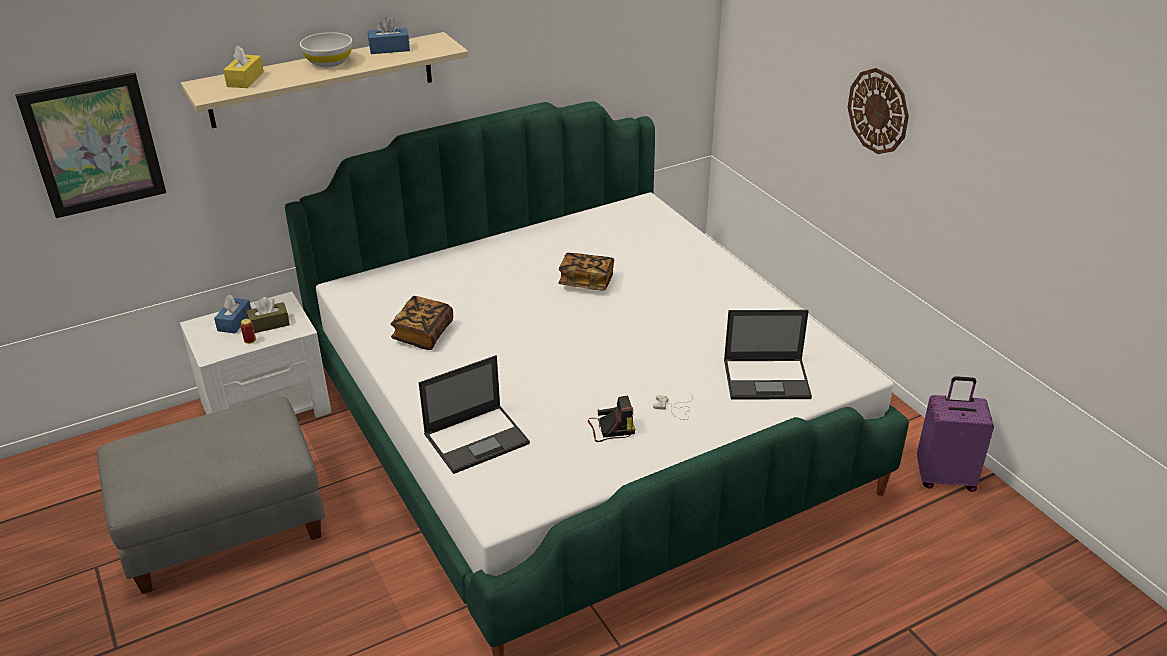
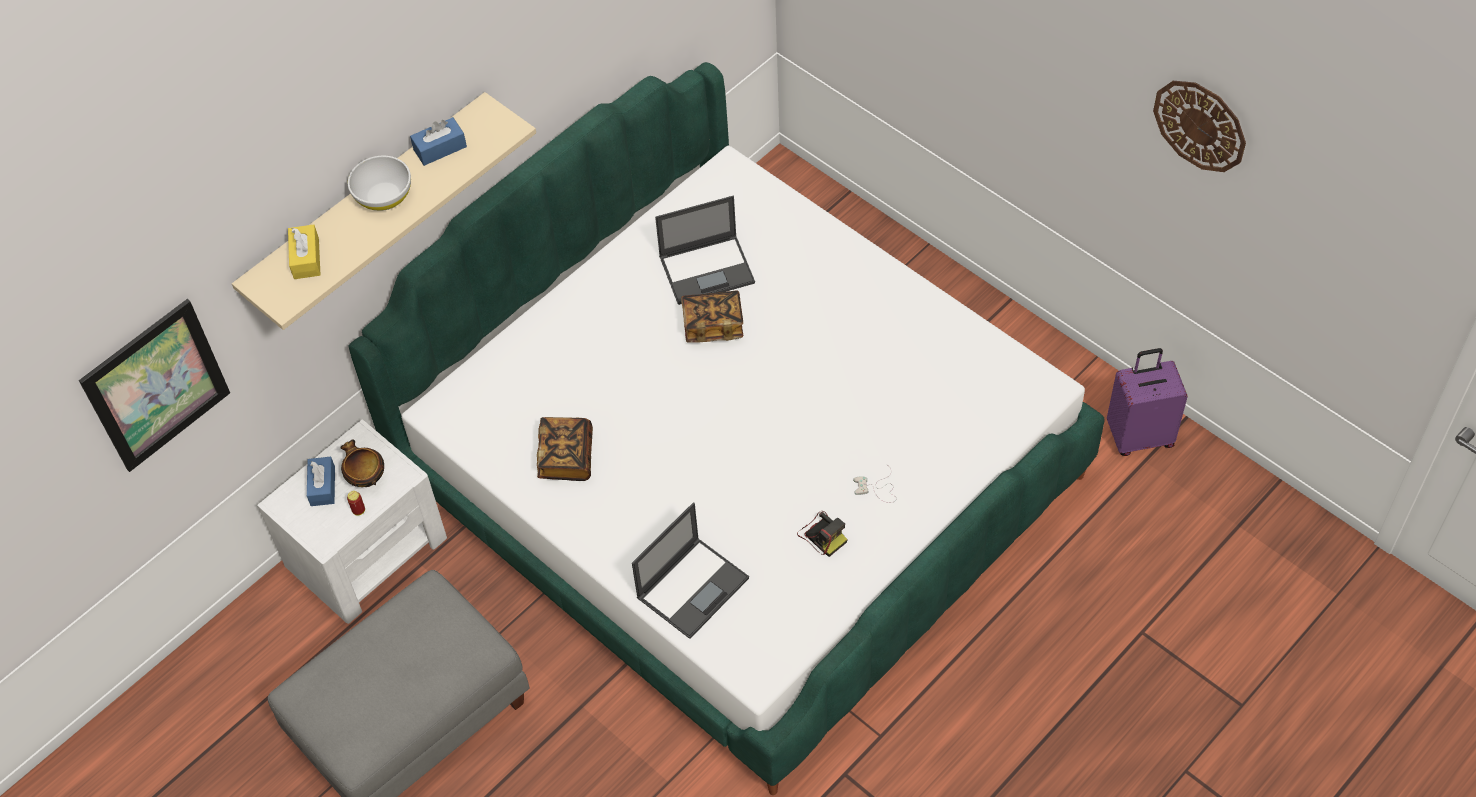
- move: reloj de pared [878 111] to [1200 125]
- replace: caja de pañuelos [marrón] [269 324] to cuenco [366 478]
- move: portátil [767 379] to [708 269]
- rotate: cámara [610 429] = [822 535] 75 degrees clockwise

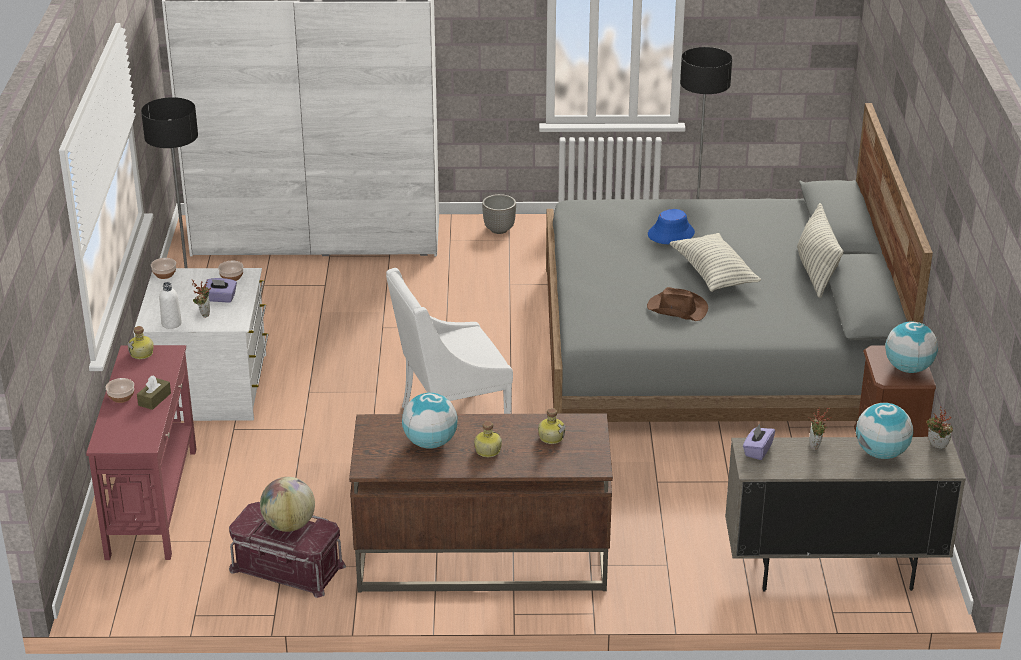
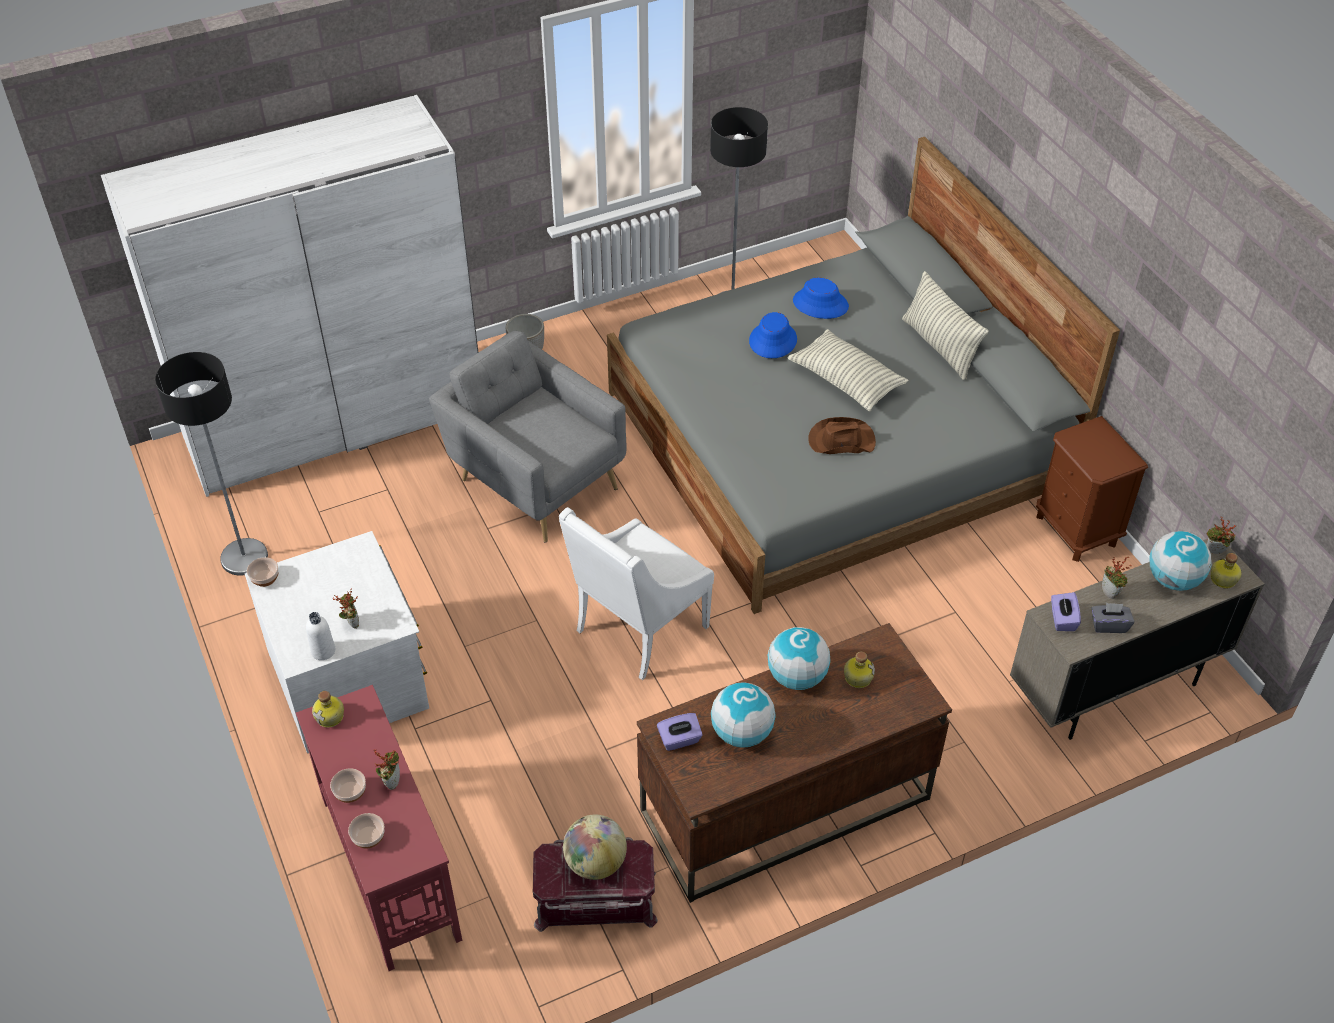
- move: cuenco [231 277] to [368 838]
- move: caja de pañuelos [morado] [220 298] to [679 740]
- move: globo terráqueo [908 368] to [797 677]
- replace: caja de pañuelos [marrón] [154 399] to planta en maceta [391 781]
- move: botella [487 451] to [1222 579]
- insert: sombrero [azul] [820 304]
- insert: sillón [gris] [535 479]
- insert: caja de pañuelos [gris] [1109 625]

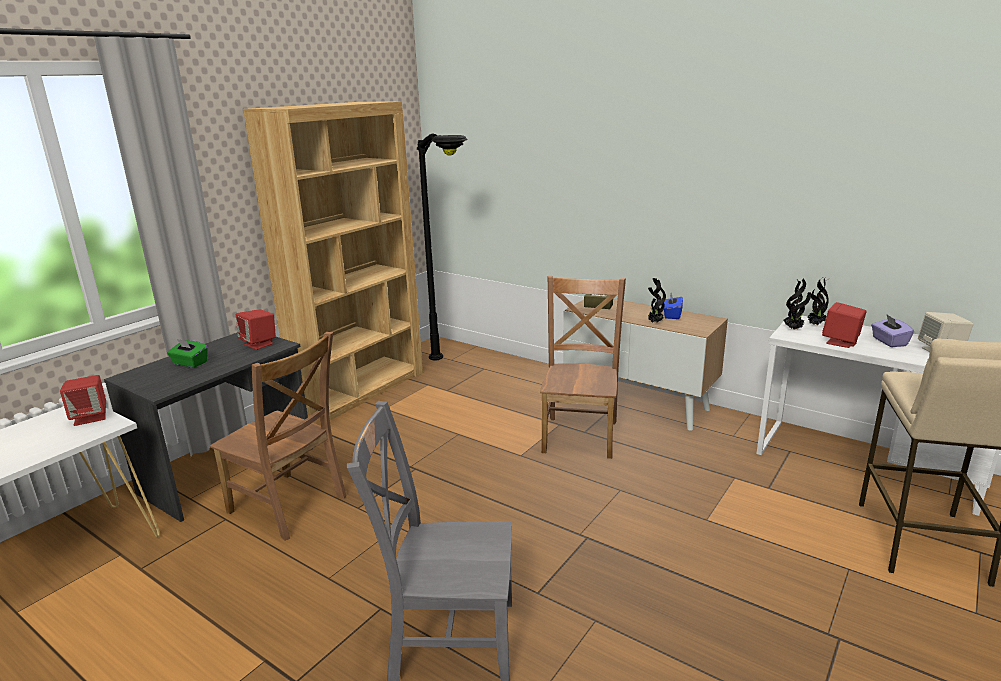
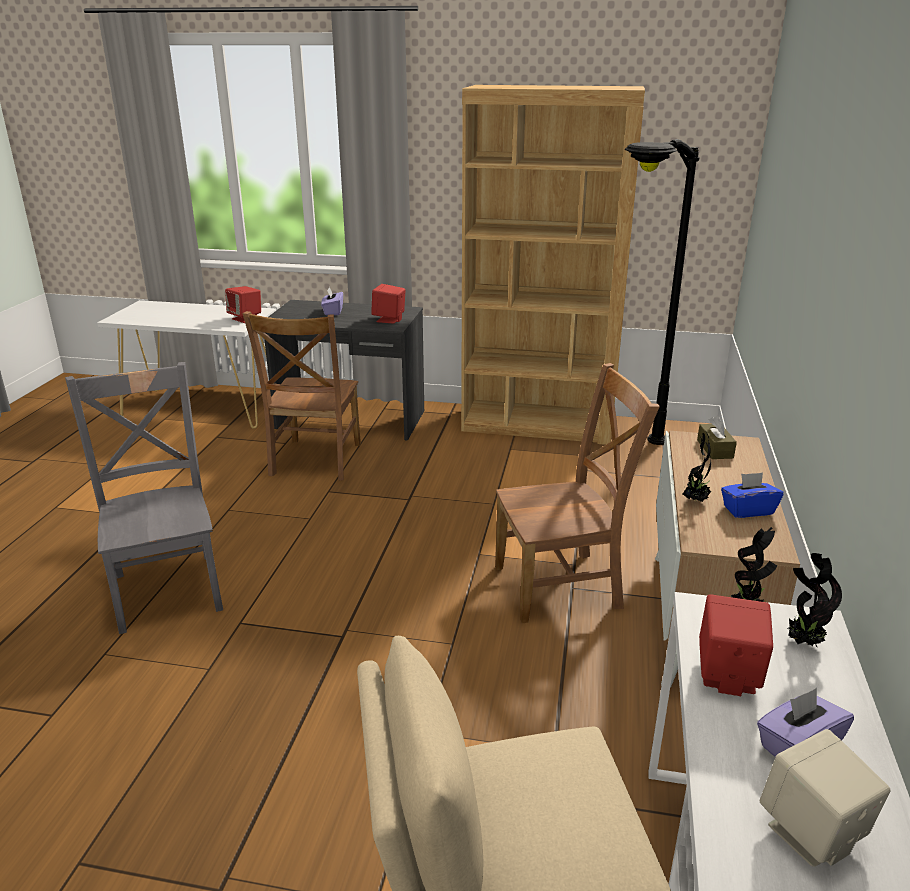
- recolor: caja de pañuelos [verde] [190 363] to caja de pañuelos [morado] [333 311]

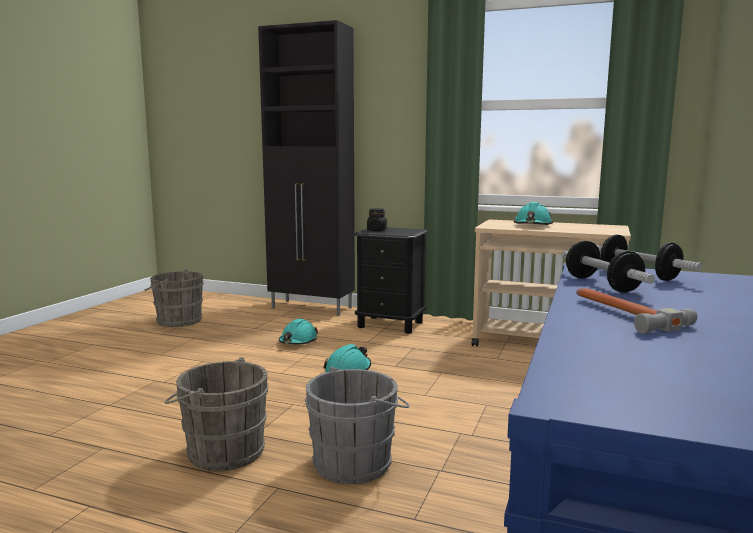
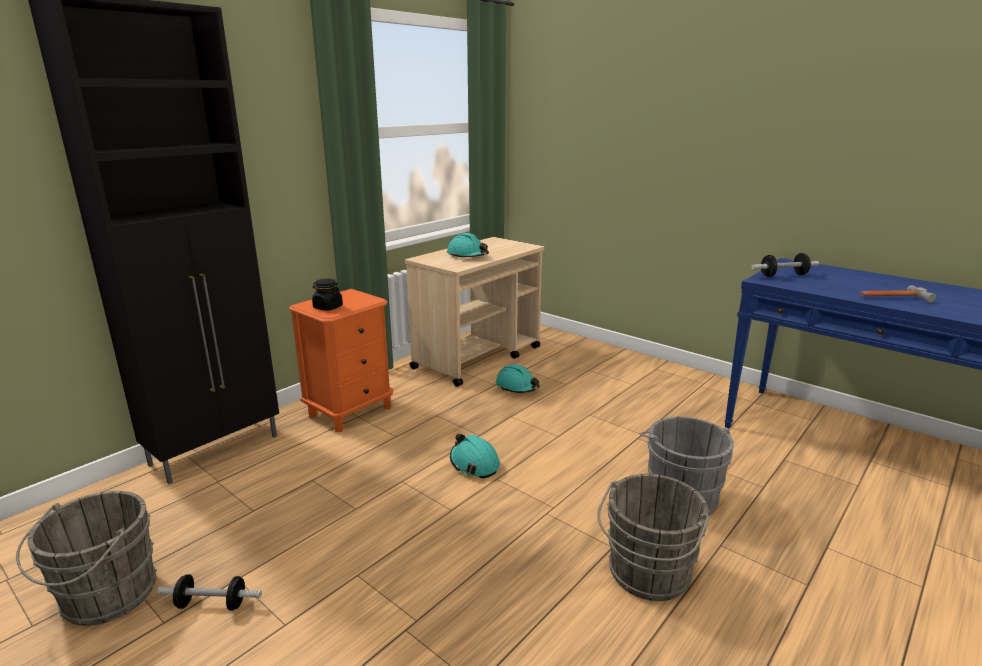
- recolor: mesita de noche [negro] [390 325] to mesita de noche [naranja] [350 411]
- move: mancuerna [602 284] to [212 604]
- move: casco [turquesa] [298 341] to [517 387]

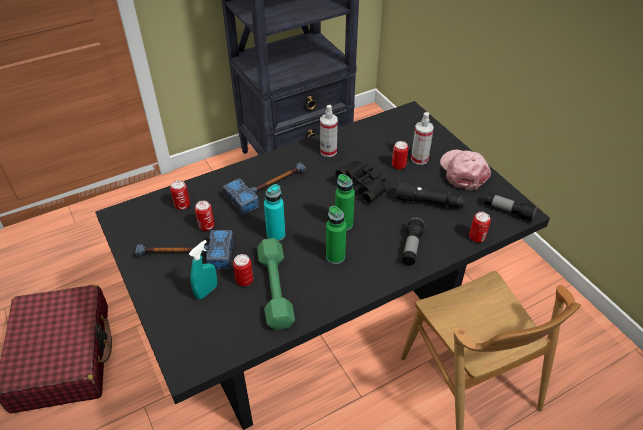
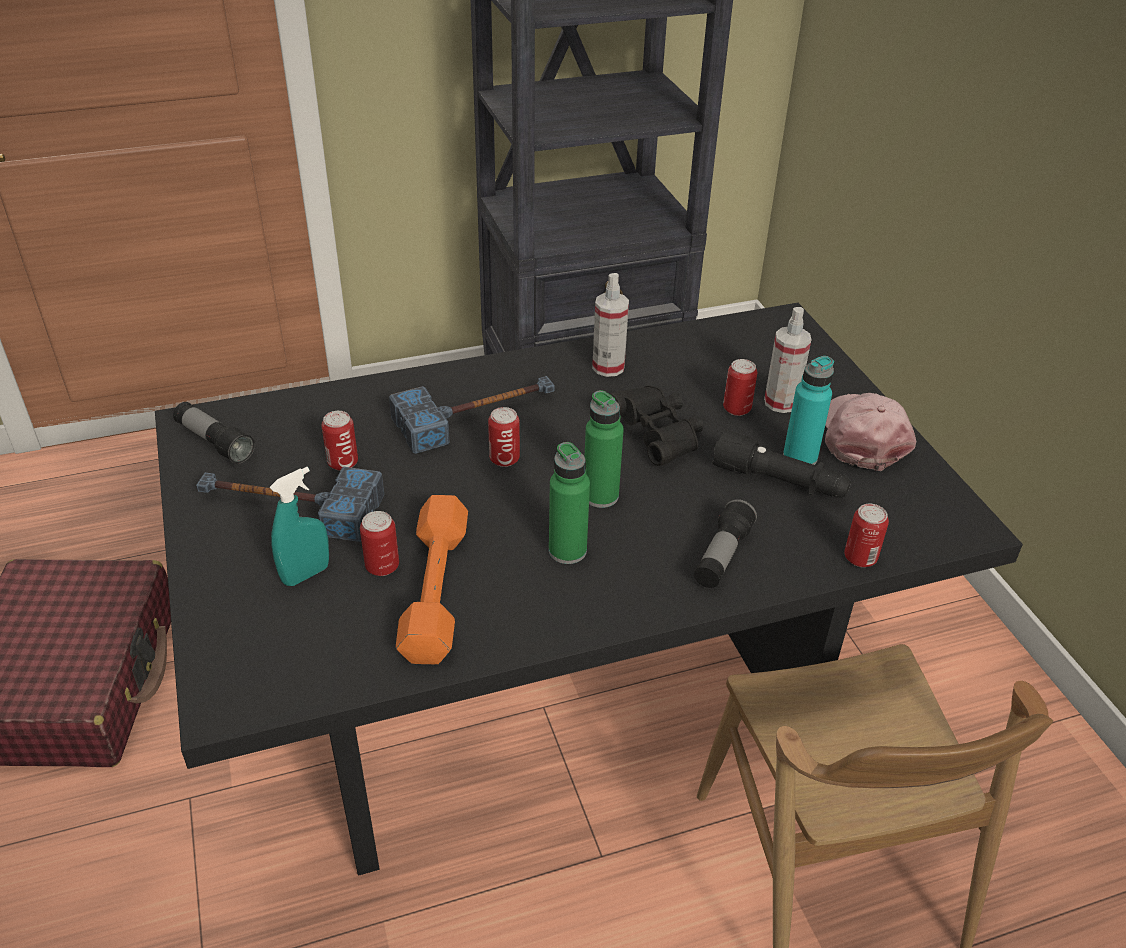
- move: lata [182 205] to [504 459]
- move: botella [turquesa] [276 234] to [800 457]
- move: linterna [508 211] to [214 442]
- recolor: mancuerna [verde] [275 288] to mancuerna [naranja] [435 589]

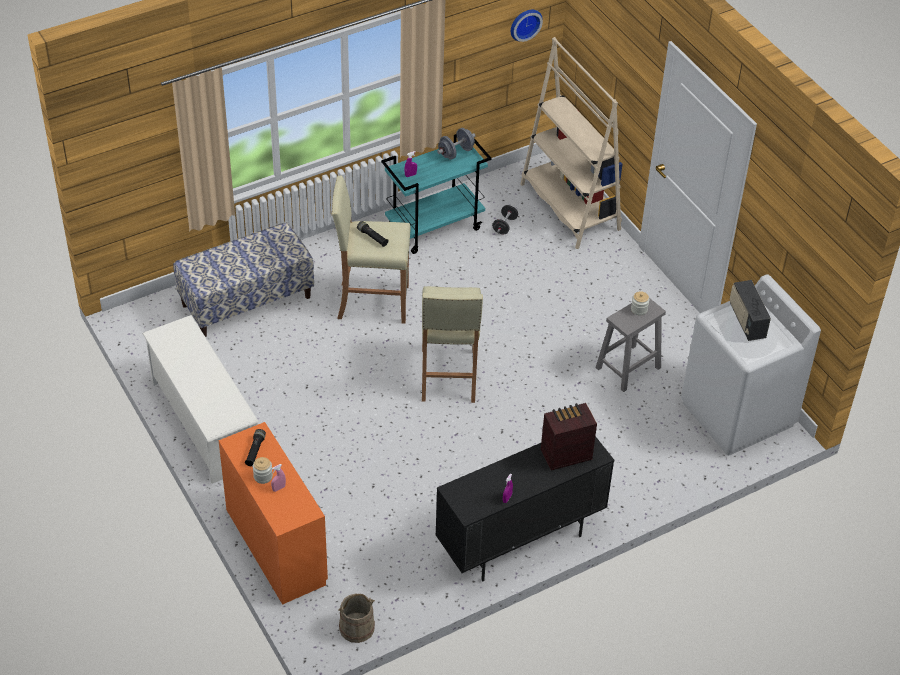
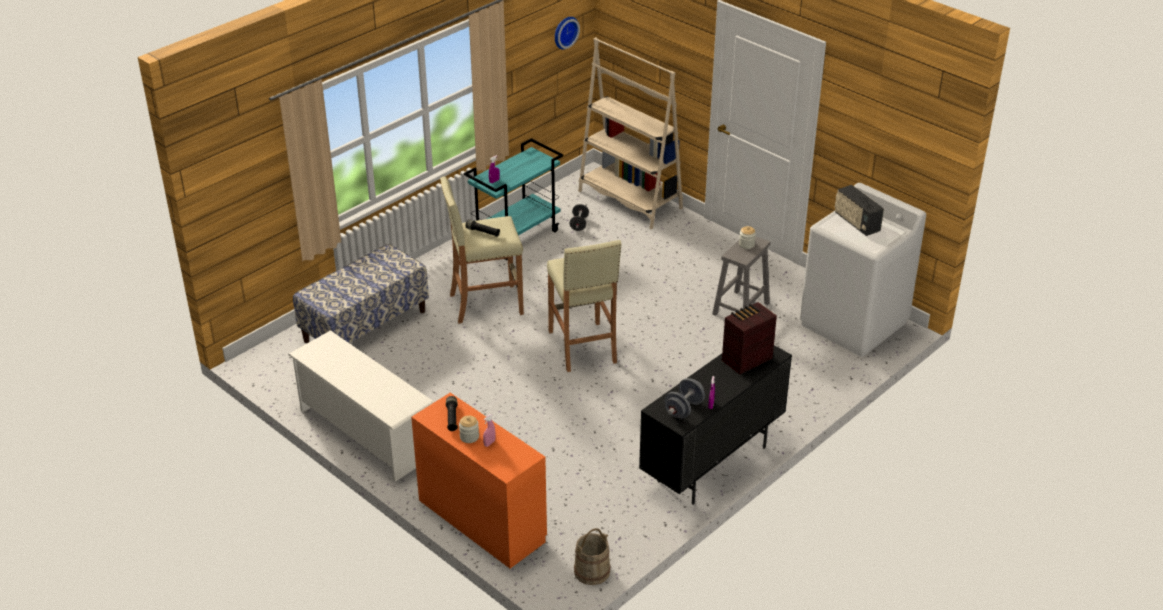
- move: mancuerna [gris] [456 152] to [684 409]

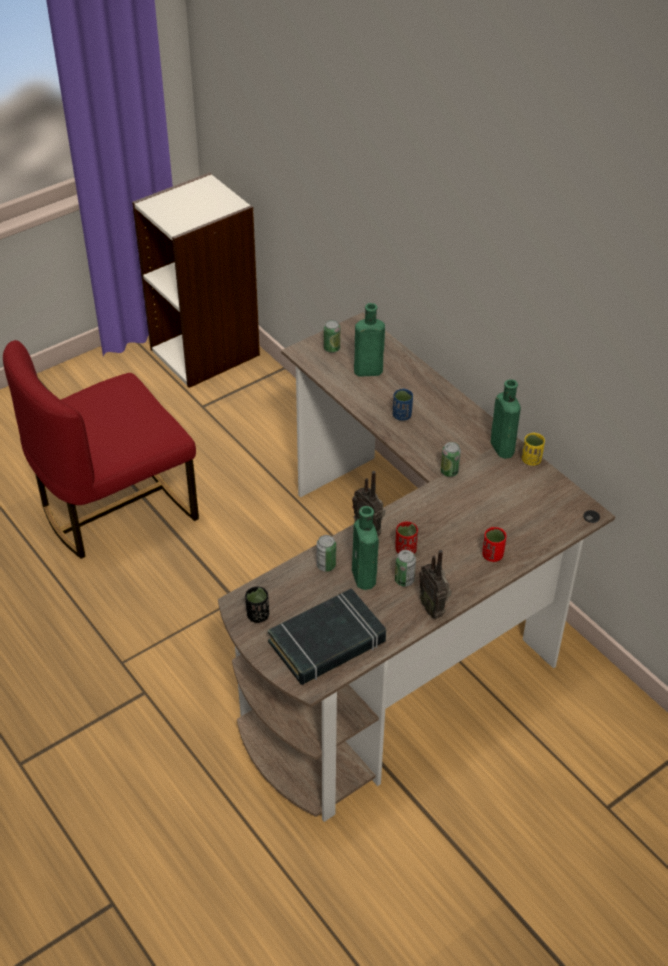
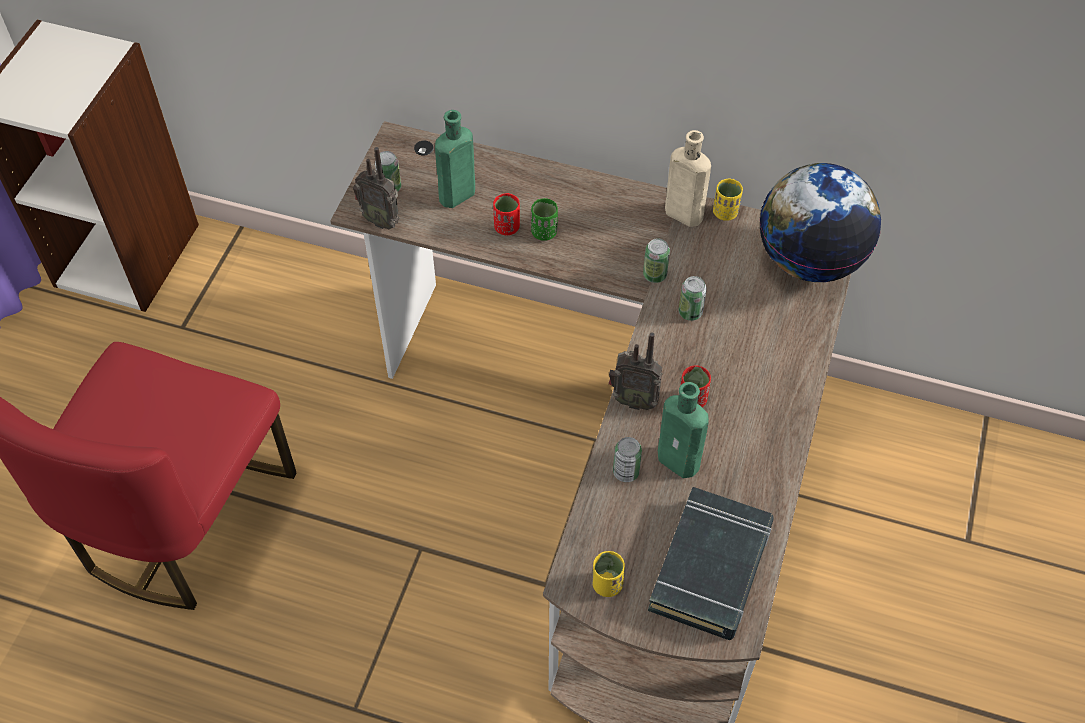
- recolor: botella [verde] [501 446] to botella [beis] [681 213]
- recolor: taza [azul] [402 415] to taza [verde] [544 232]
- move: taza [rojo] [492 555] to [507 227]
- move: lata [404 580] to [690 312]
- move: radio [433 608] to [381 220]
- recolor: taza [negro] [258 615] to taza [amarillo] [607 584]
- insert: globo terráqueo [809 260]

